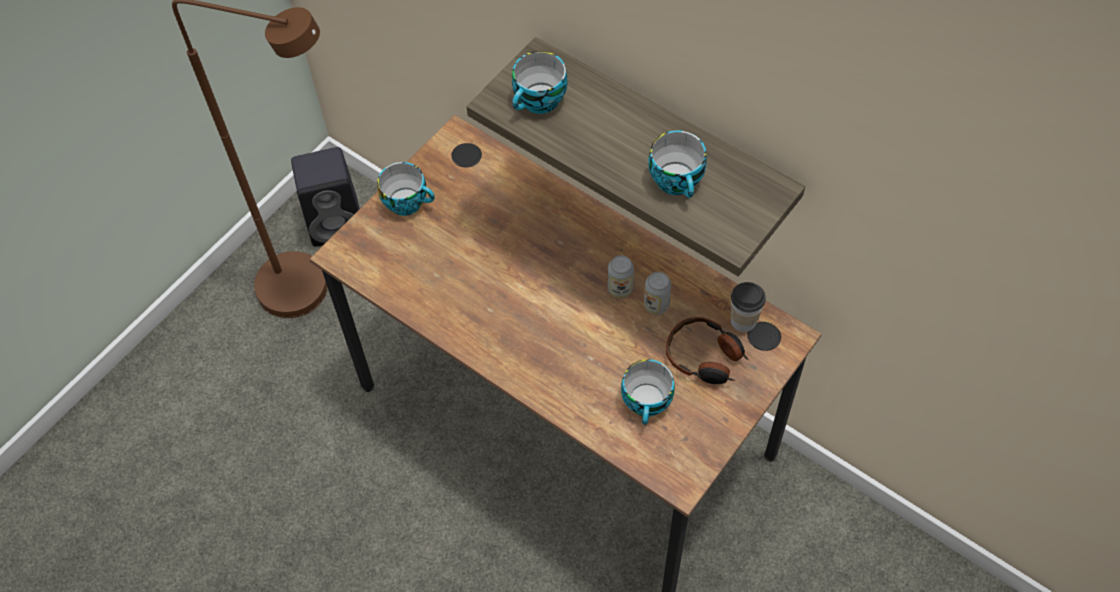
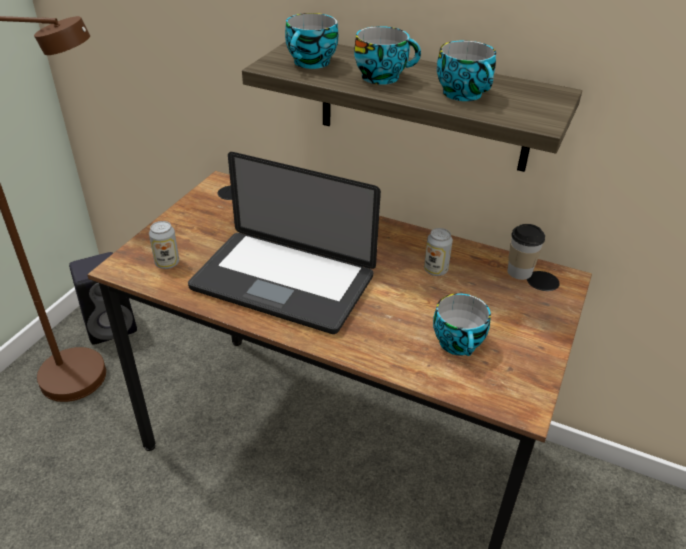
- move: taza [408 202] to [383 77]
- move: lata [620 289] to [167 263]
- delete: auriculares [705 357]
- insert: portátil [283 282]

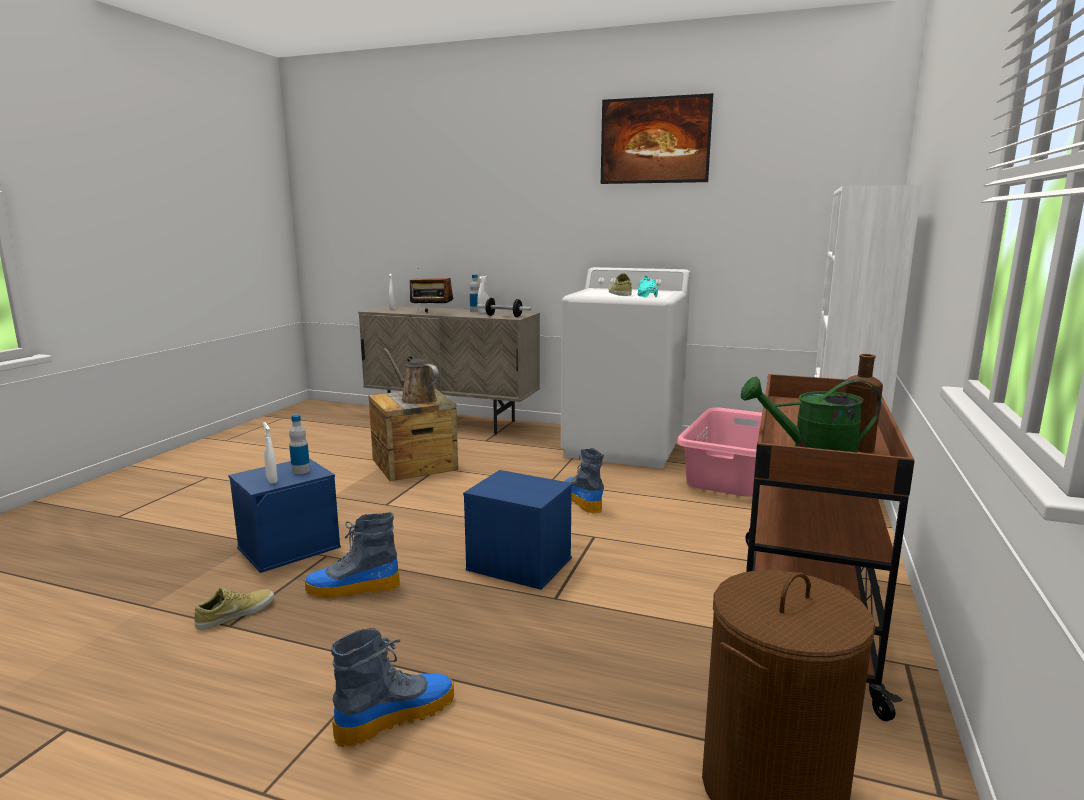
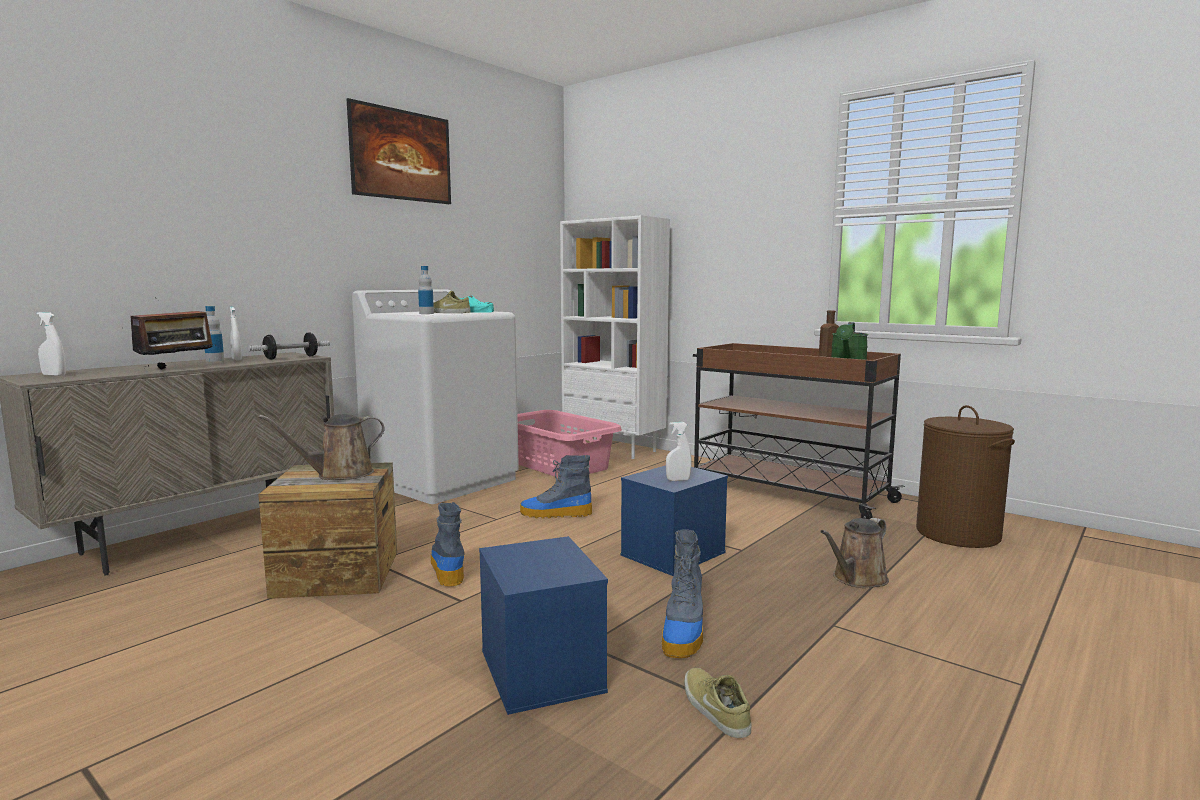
- move: botella [301 471] to [426 313]
- move: pulverizador [blanco] [272 480] to [678 480]
- move: bota [396 715] to [448 568]
- insert: regadera [marrón] [857 579]

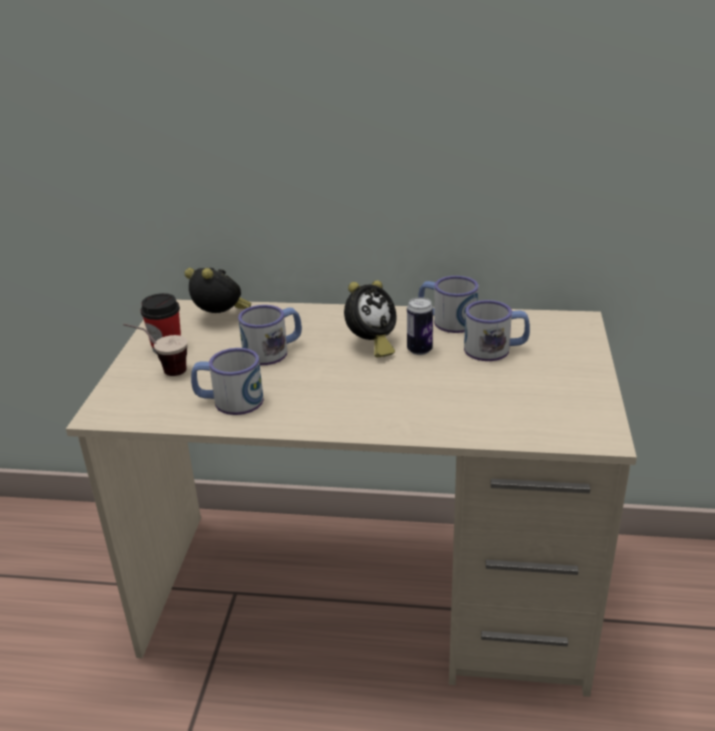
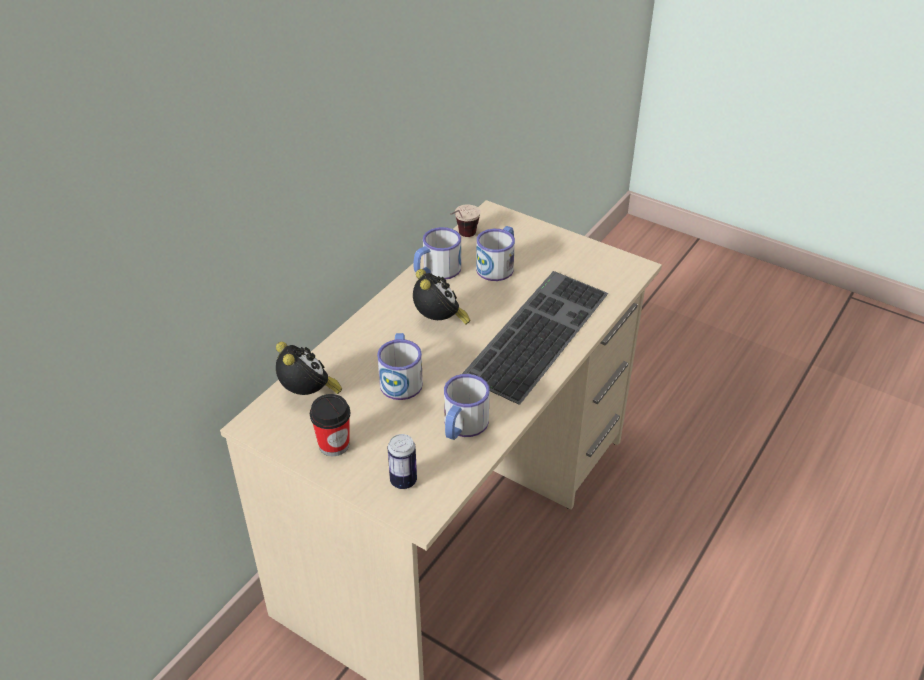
- rotate: despertador [221 318] = [309 394] 90 degrees clockwise
- move: lata [419 350] to [403 481]
- move: taza [162 371] to [462 238]
- insert: teclado [535 332]

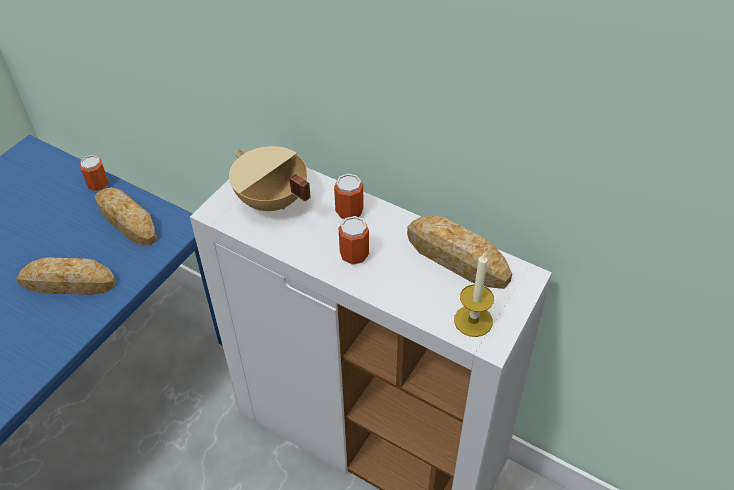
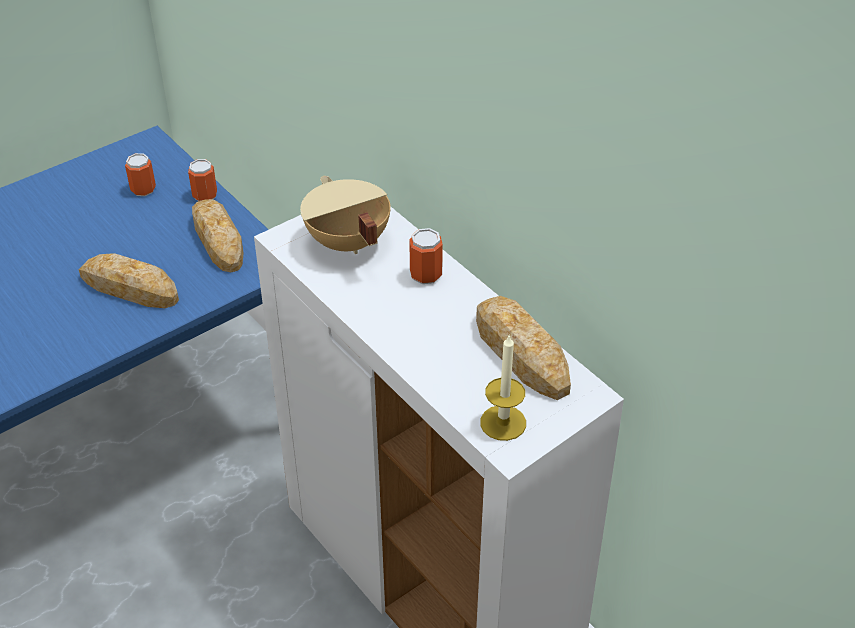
- move: lata [354 255] to [143 189]

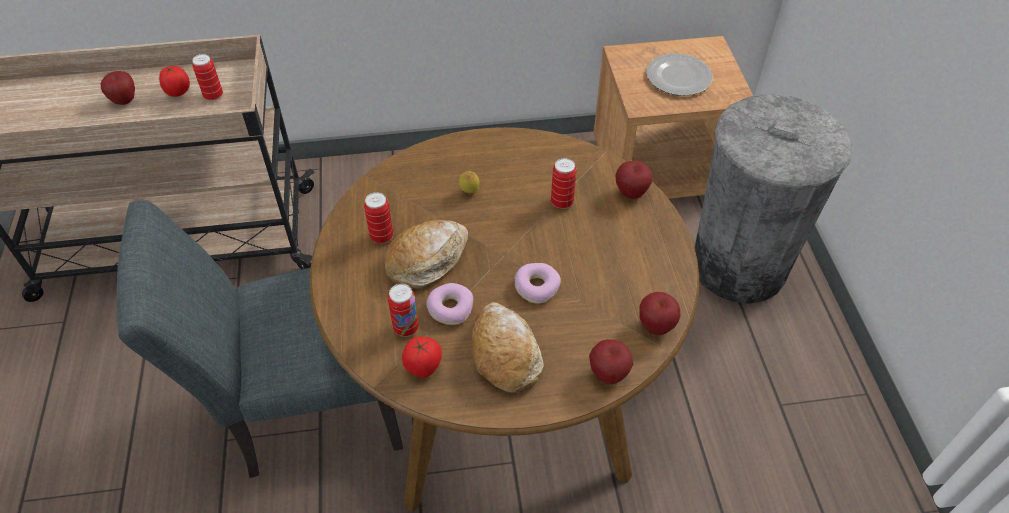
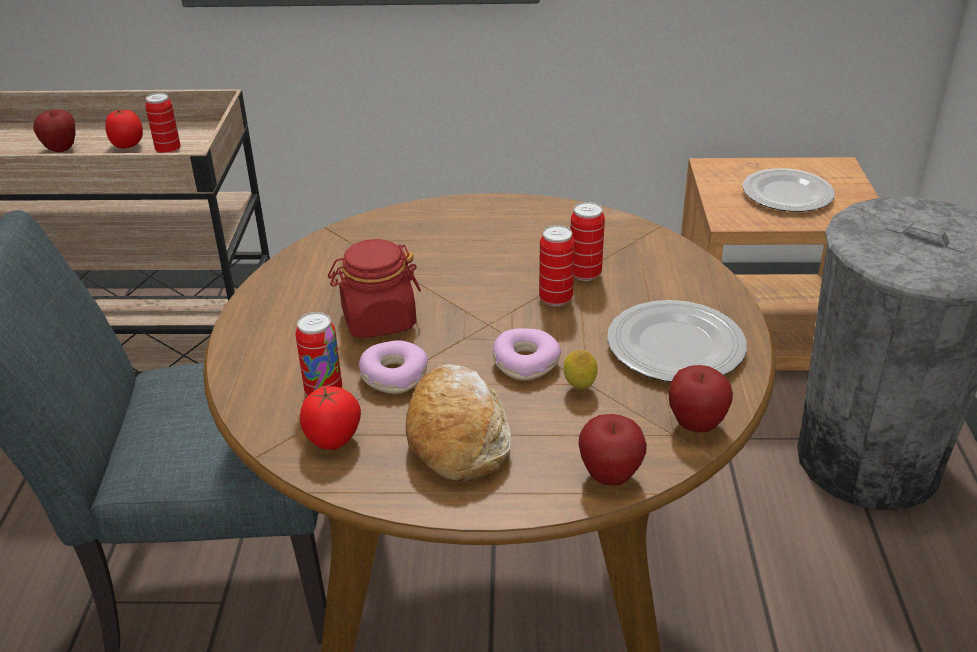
- delete: manzana [631 193]
- move: limón [469 192] to [579 388]
- move: lata [381 236] to [555 299]
- replace: pan [427 260] to tarro [rojo] [378 320]
- insert: plato [676 345]

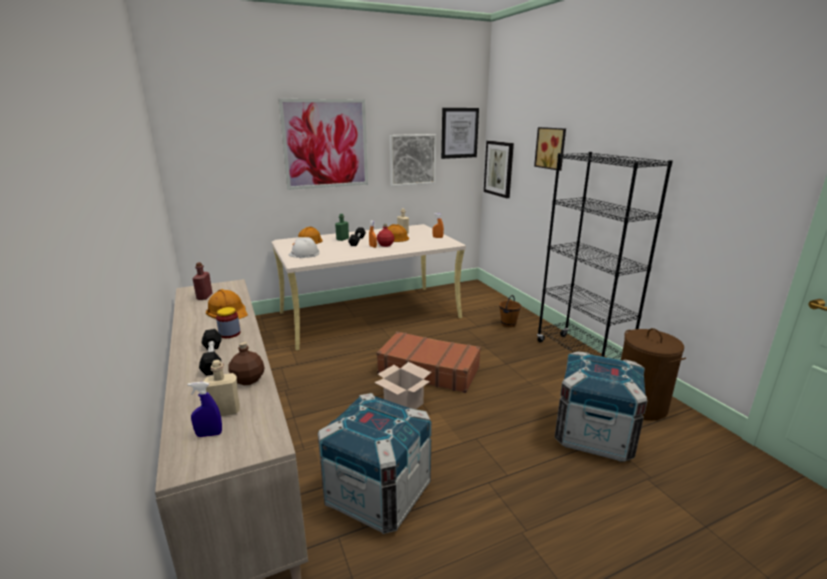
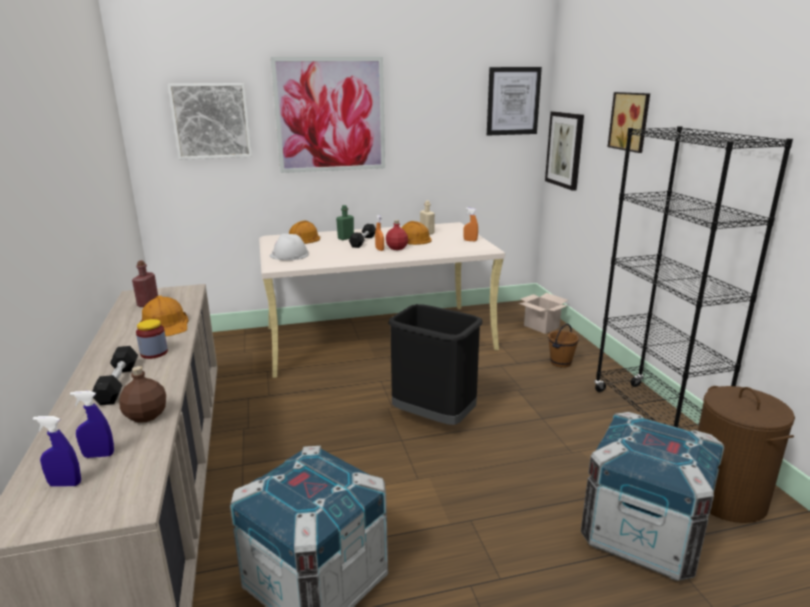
- move: cuadro [412 159] to [211 121]
- replace: maleta [marrón] [428 370] to papelera [negro] [433 418]
- replace: botella [beis] [225 411] to pulverizador [azul] [99 455]
- move: caja de cartón [402 403] to [540 326]

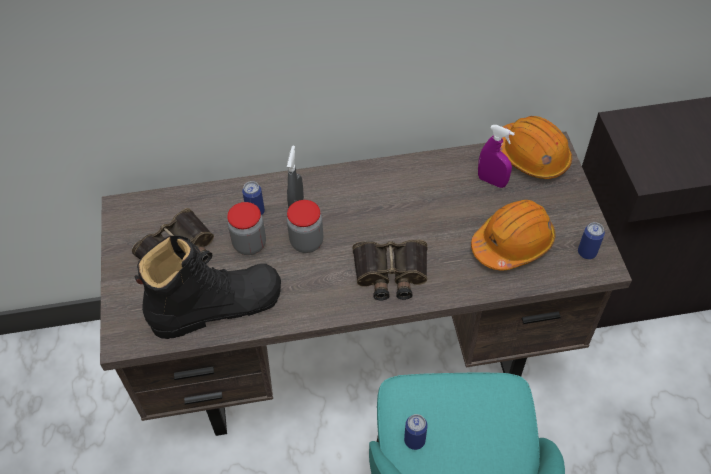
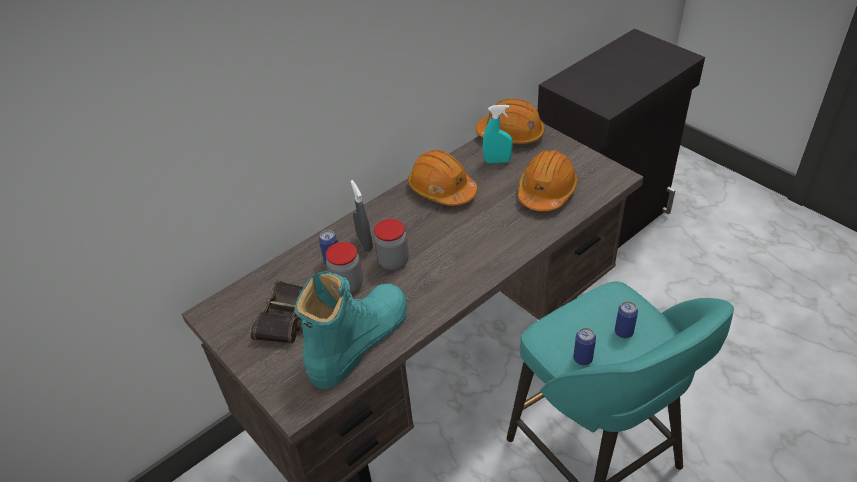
- recolor: pulverizador [morado] [492 181] to pulverizador [turquesa] [497 161]
- move: lata [587 252] to [623 332]
- recolor: bota [negro] [216 306] to bota [turquesa] [358 341]
- delete: prismáticos [390 274]
- insert: casco [naranja] [441 189]

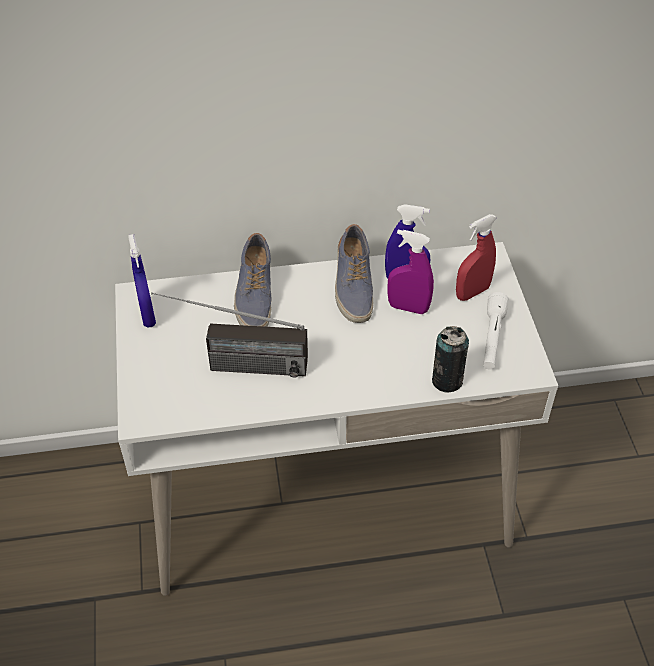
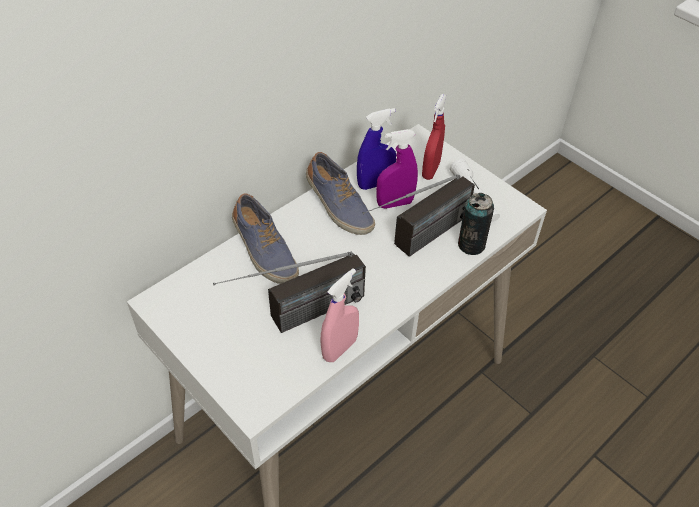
- delete: pulverizador [azul] [147 315]
- insert: radio [417 242]
- insert: pulverizador [rosa] [339 349]

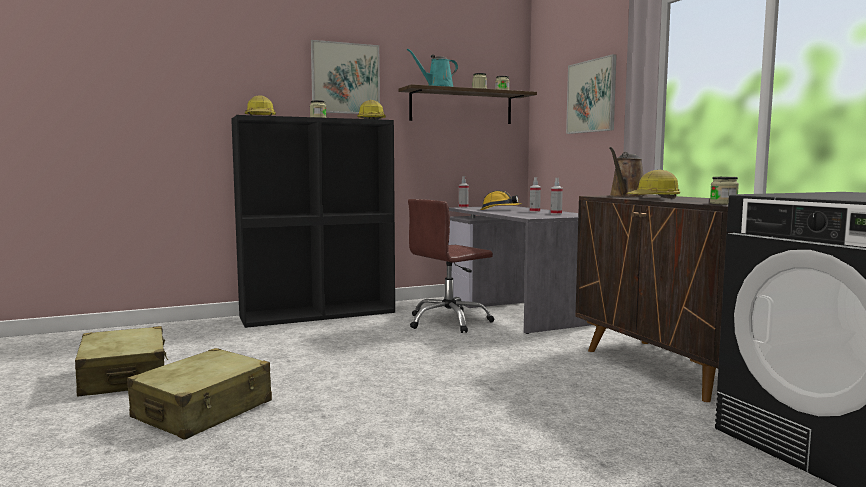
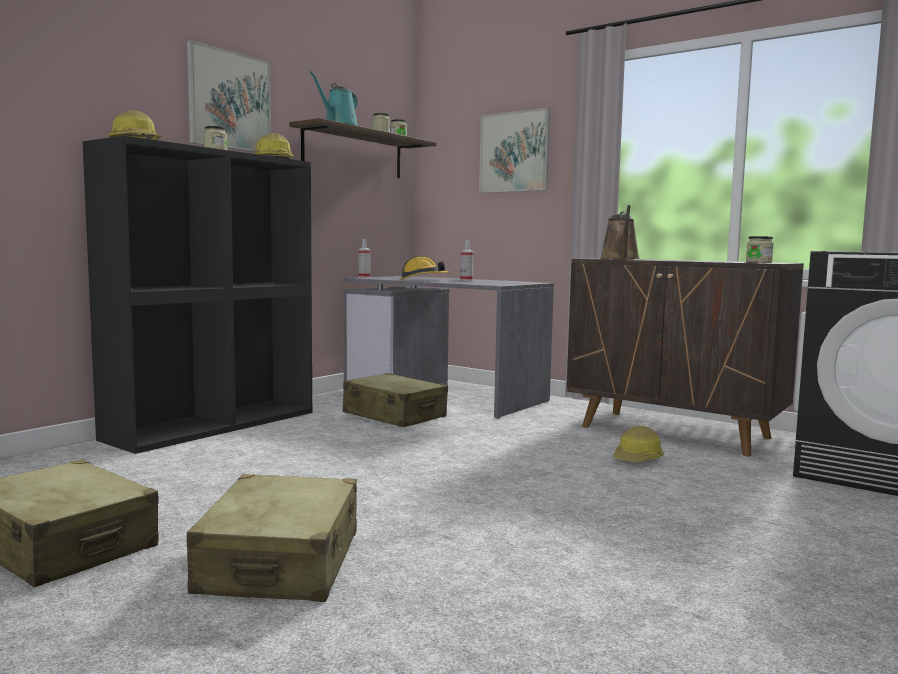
- move: casco [654 198] to [637 459]
- delete: pulverizador [556 214]
- replace: silla de oficina [marrón] [449 322] to maleta [beis] [394 415]

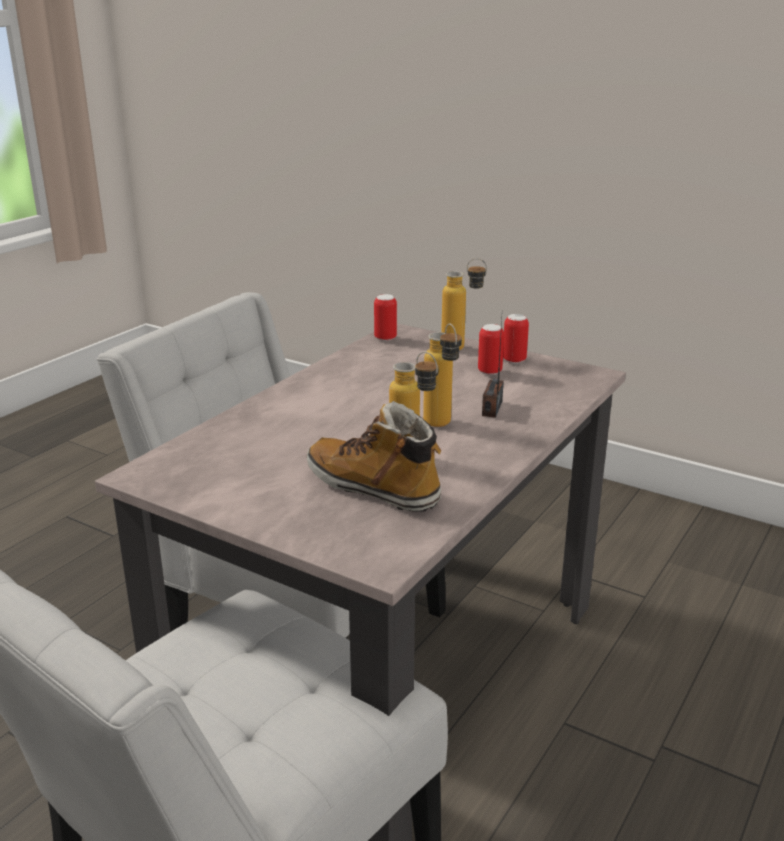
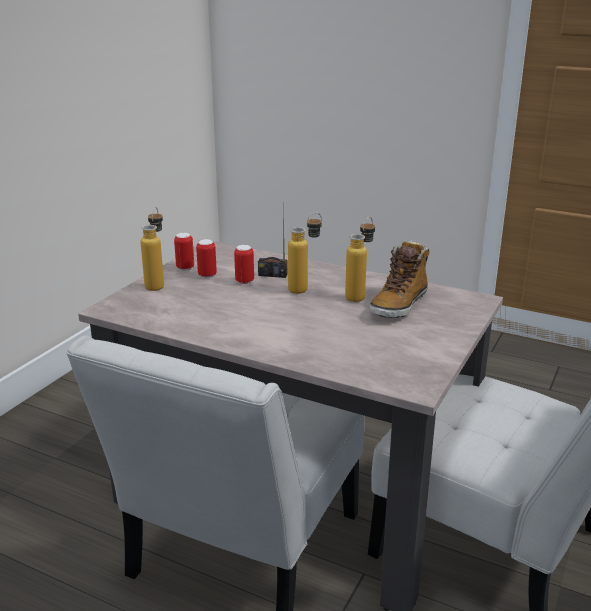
- move: lata [385 338] to [244 281]

